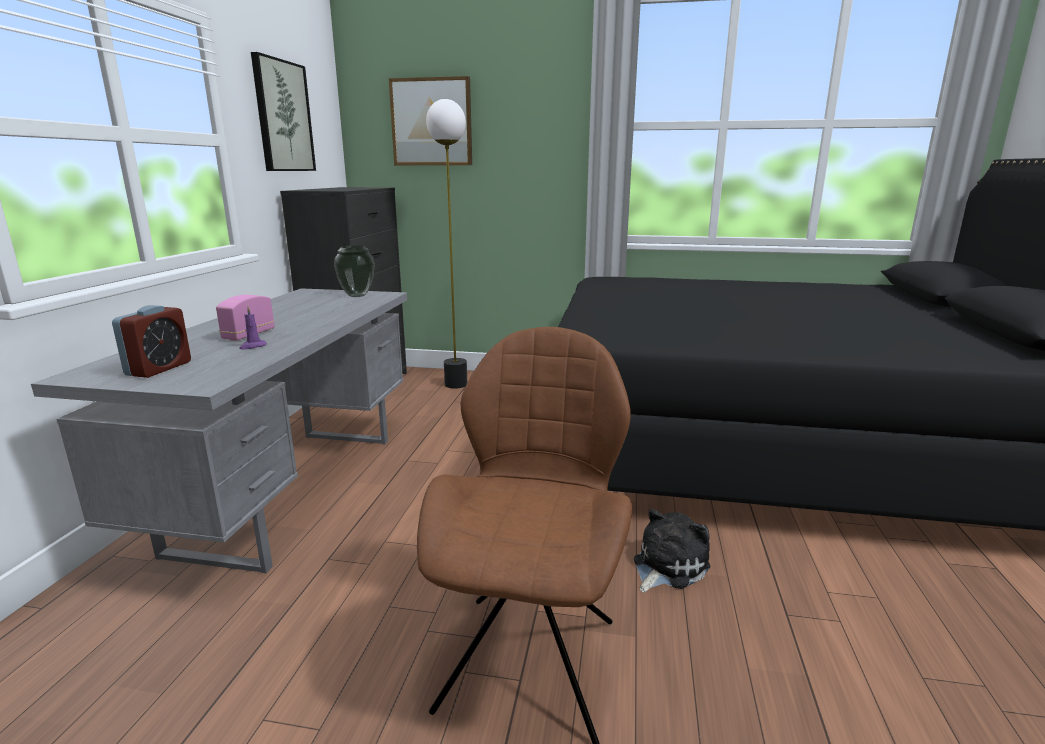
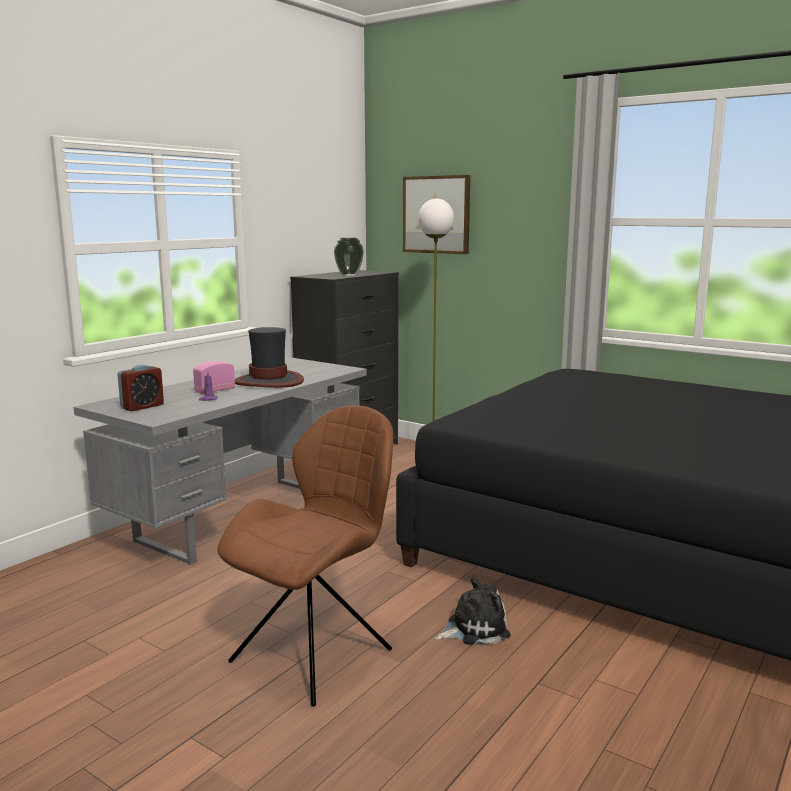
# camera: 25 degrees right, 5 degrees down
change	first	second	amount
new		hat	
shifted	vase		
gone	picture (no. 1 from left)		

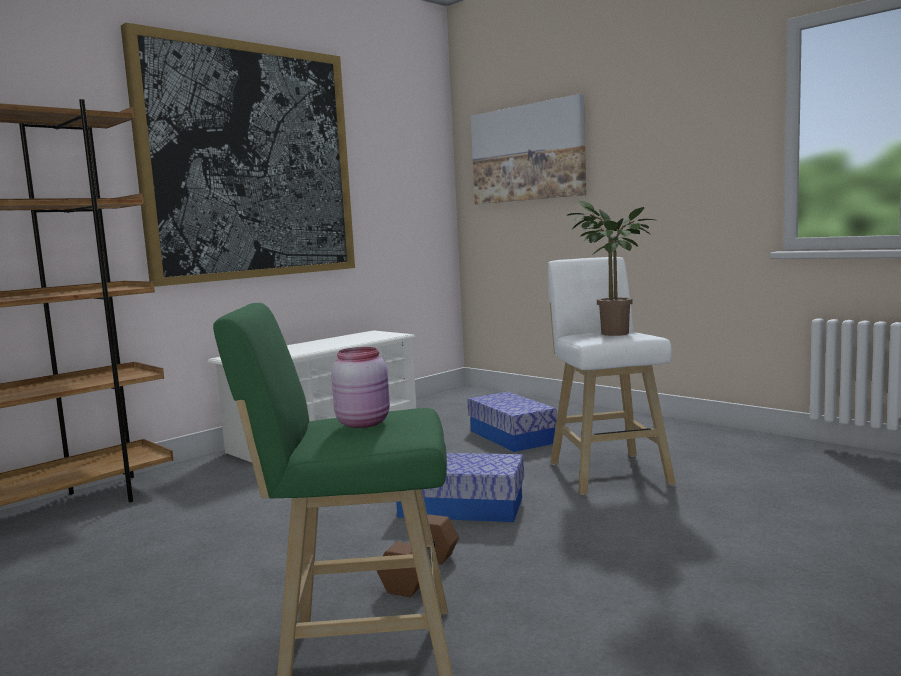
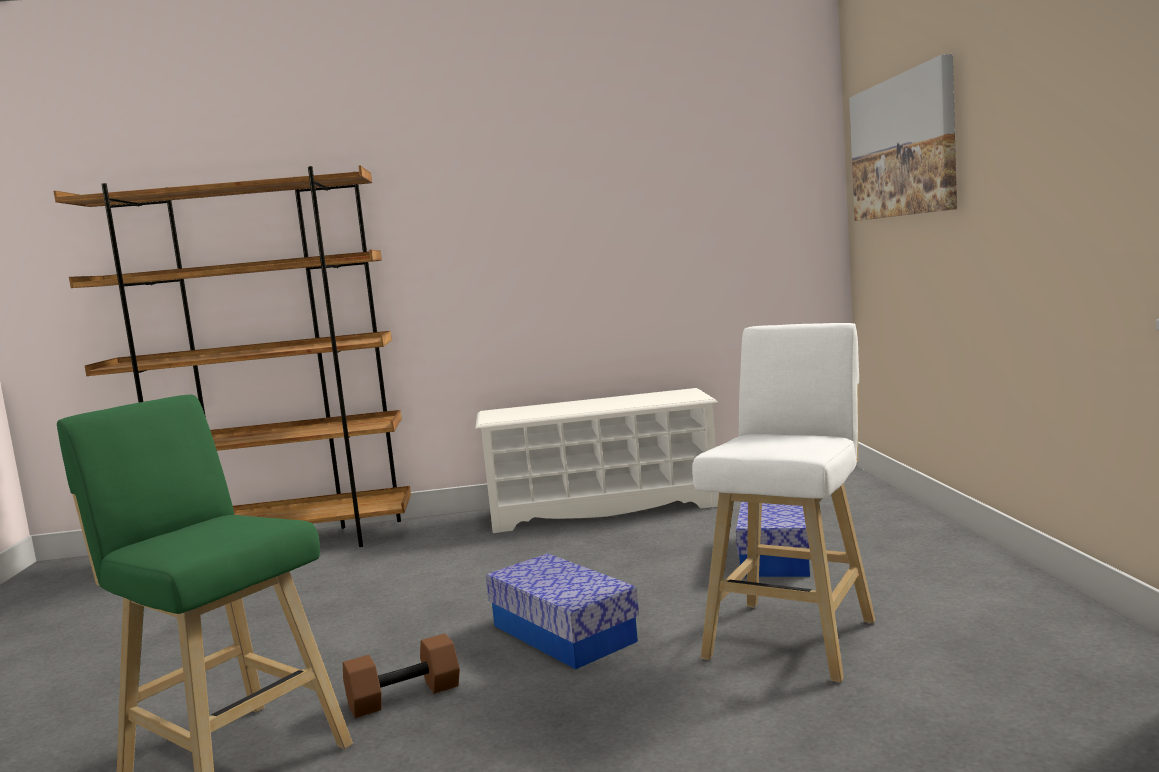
# camera: 40 degrees right, 0 degrees up
change	first	second	amount
gone	picture (no. 1 from left)		
gone	pink jar		
gone	potted plant		

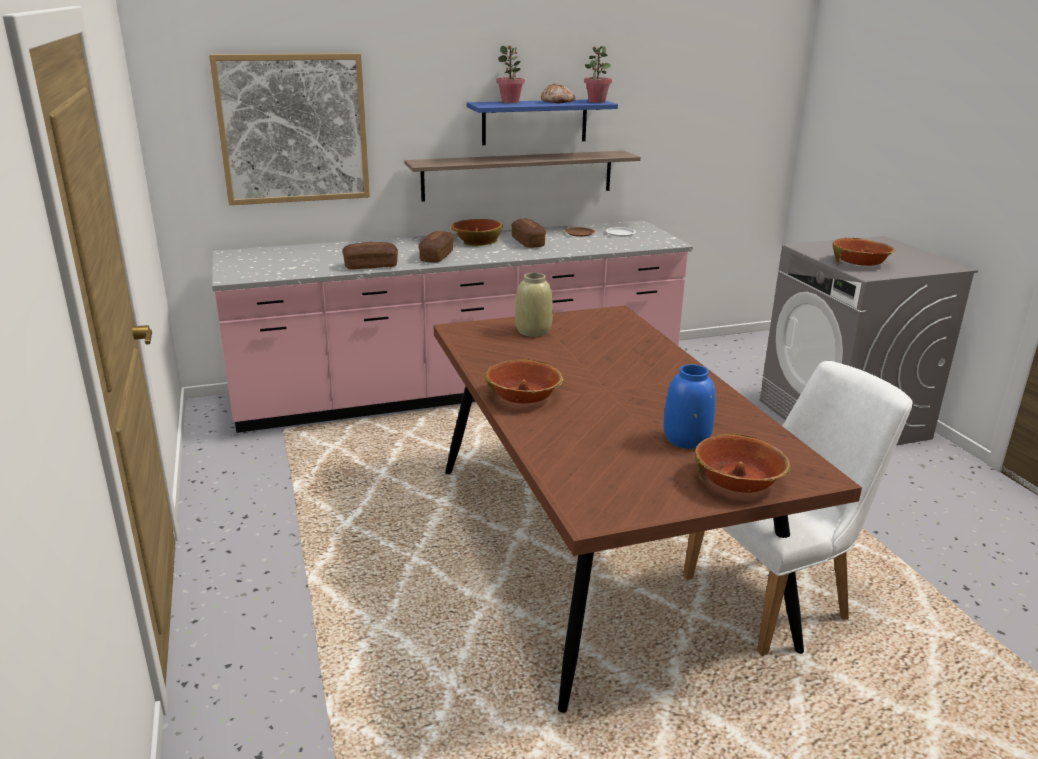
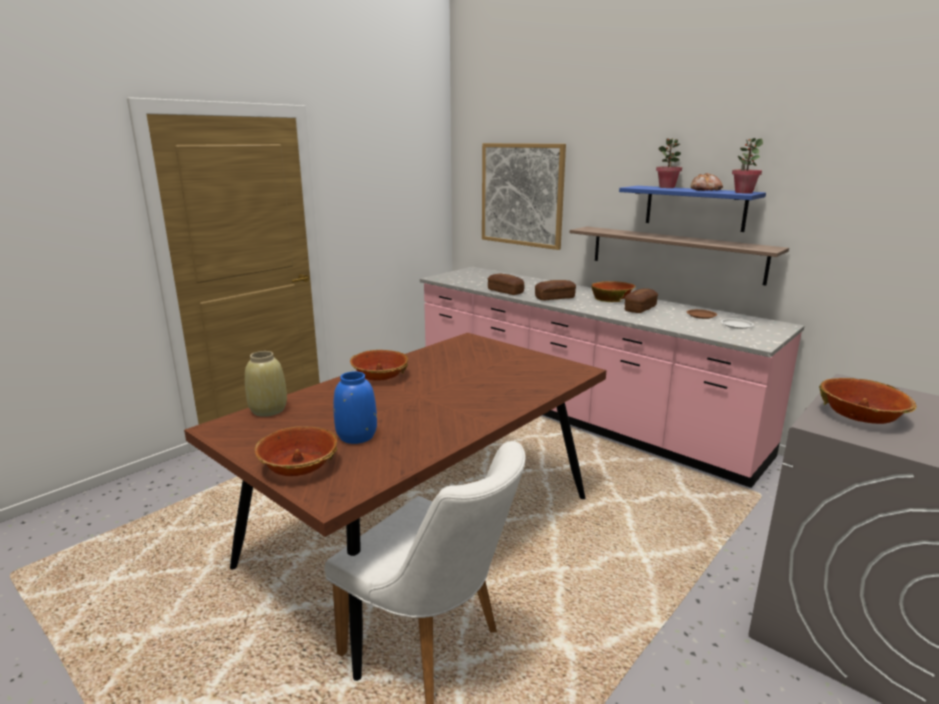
# camera: 60 degrees right, 5 degrees down
change	first	second	amount
shifted	beige vase		

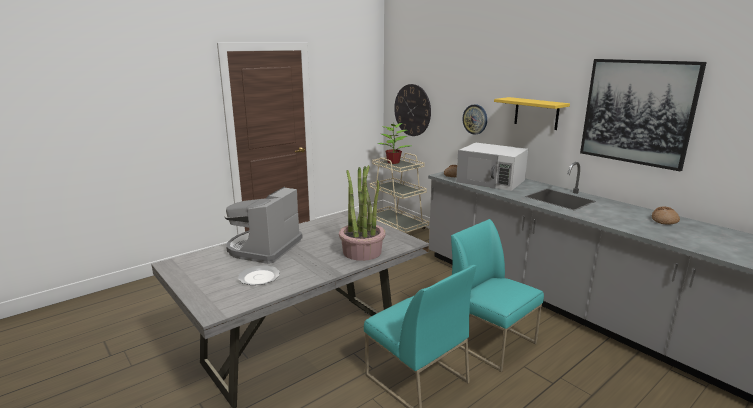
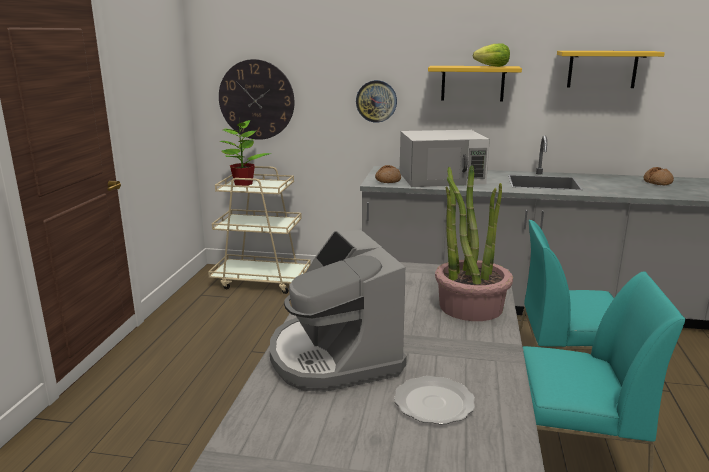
# camera: 40 degrees left, 0 degrees up
change	first	second	amount
new		lettuce	
swapped	picture	yellow shelf (no. 2 from left)	

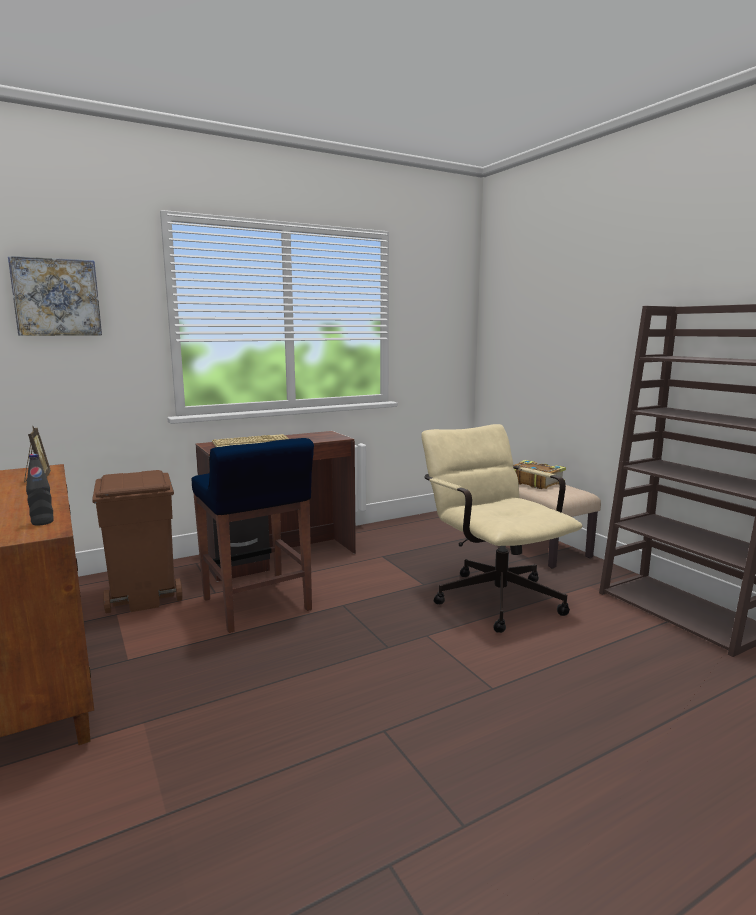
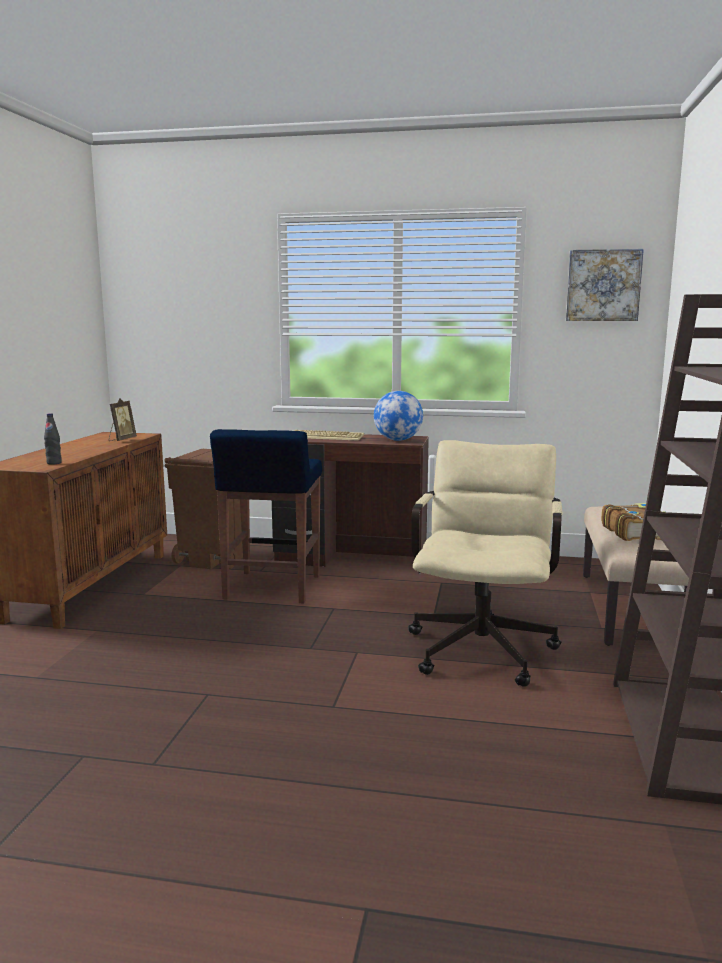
# camera: 40 degrees right, 0 degrees up
change	first	second	amount
new		globe	
shifted	picture		

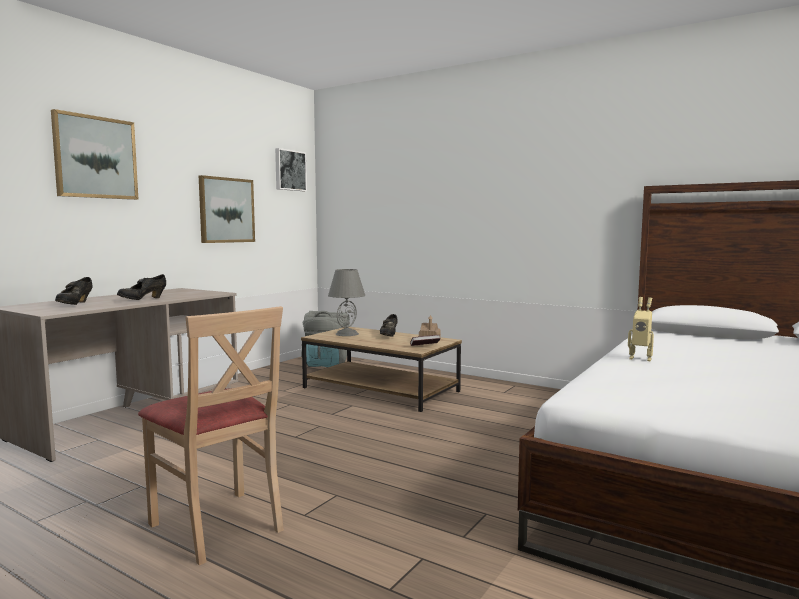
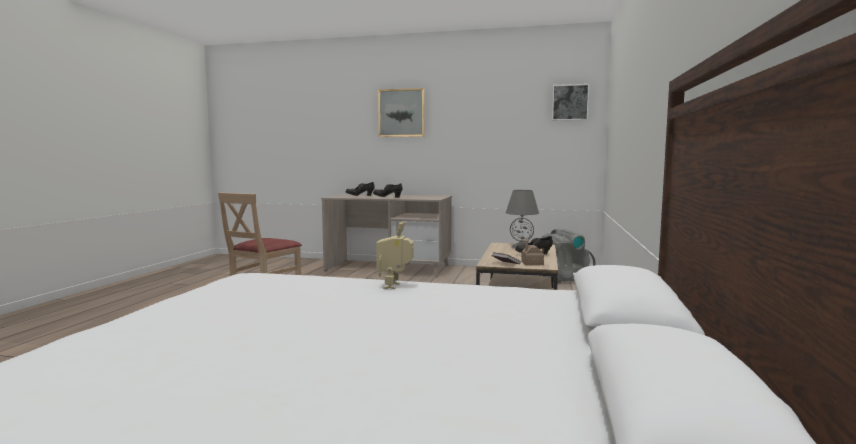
# camera: 70 degrees right, 0 degrees up
change	first	second	amount
gone	picture (no. 2 from left)		

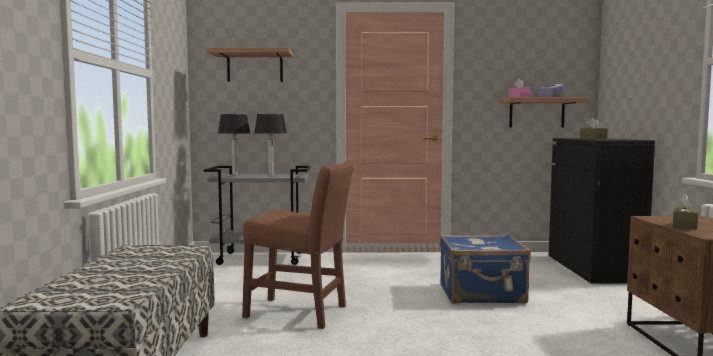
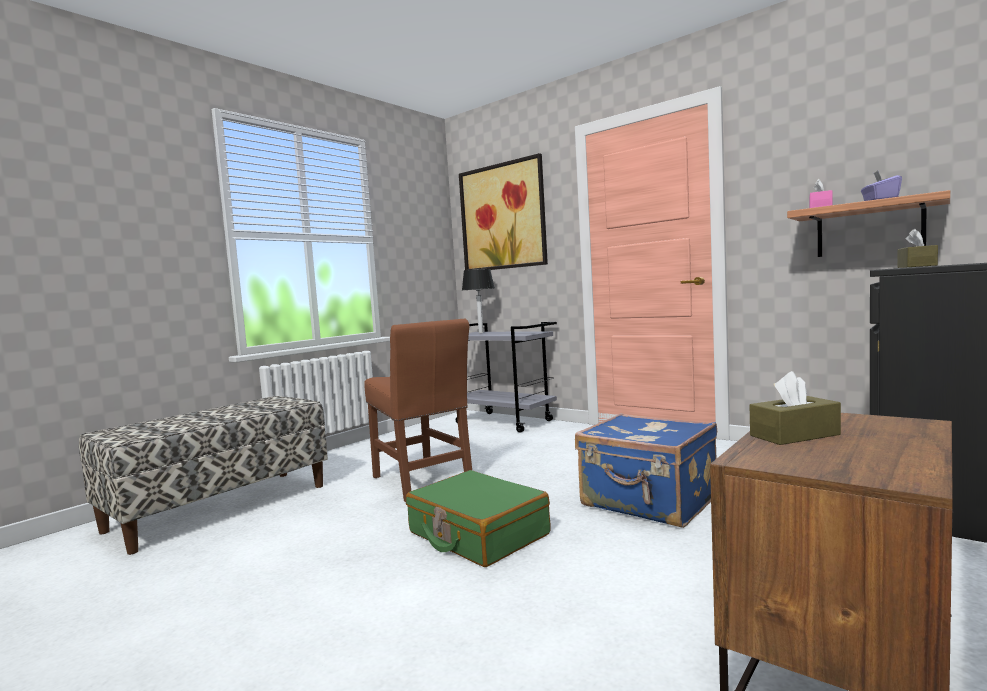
# camera: 40 degrees right, 0 degrees up
change	first	second	amount
new		green suitcase	
swapped	shelf (no. 1 from left)	picture	
gone	table lamp (no. 2 from left)		

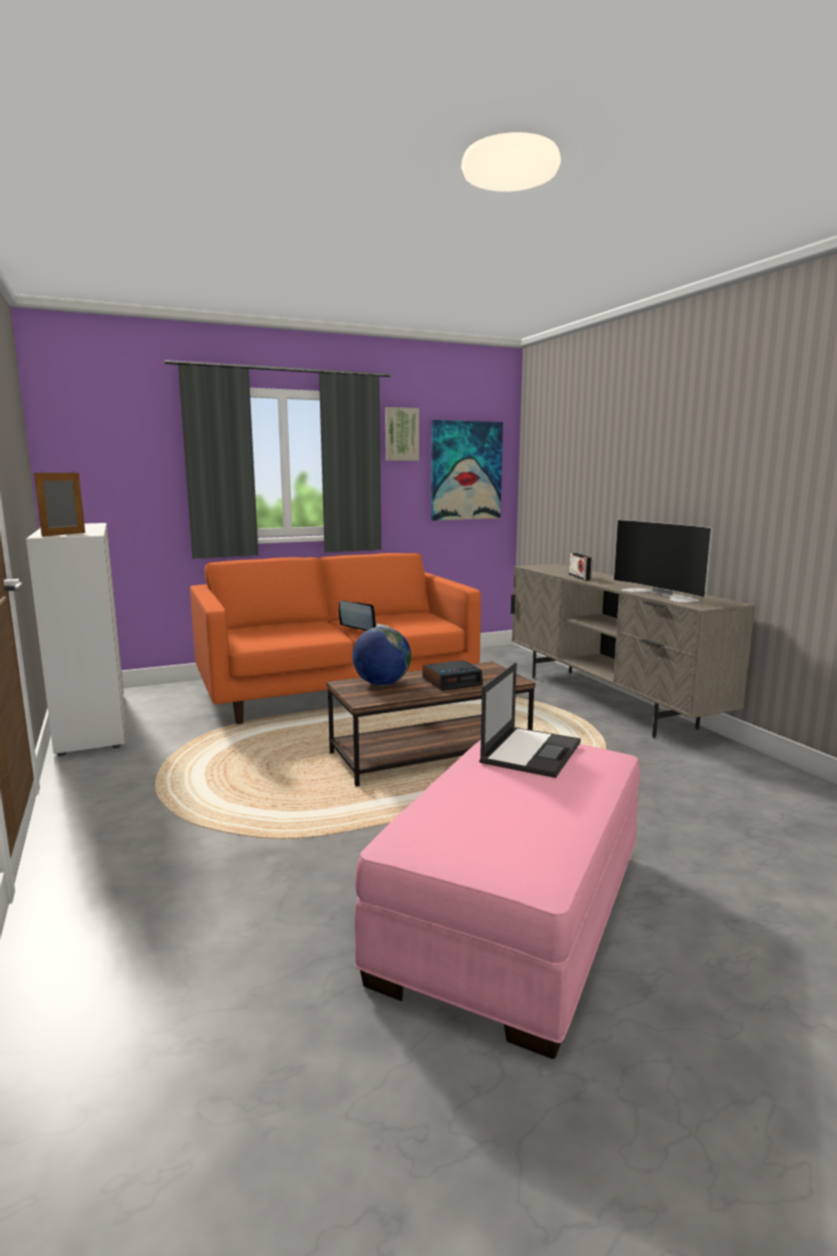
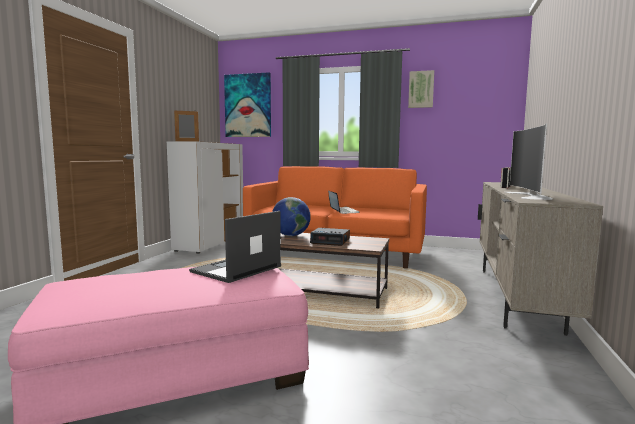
# camera: 40 degrees right, 5 degrees down
change	first	second	amount
rotated	laptop (no. 2 from left in the first image)	laptop (no. 1 from left)	150 degrees clockwise
shifted	picture (no. 2 from left in the first image)	picture (no. 1 from left)	

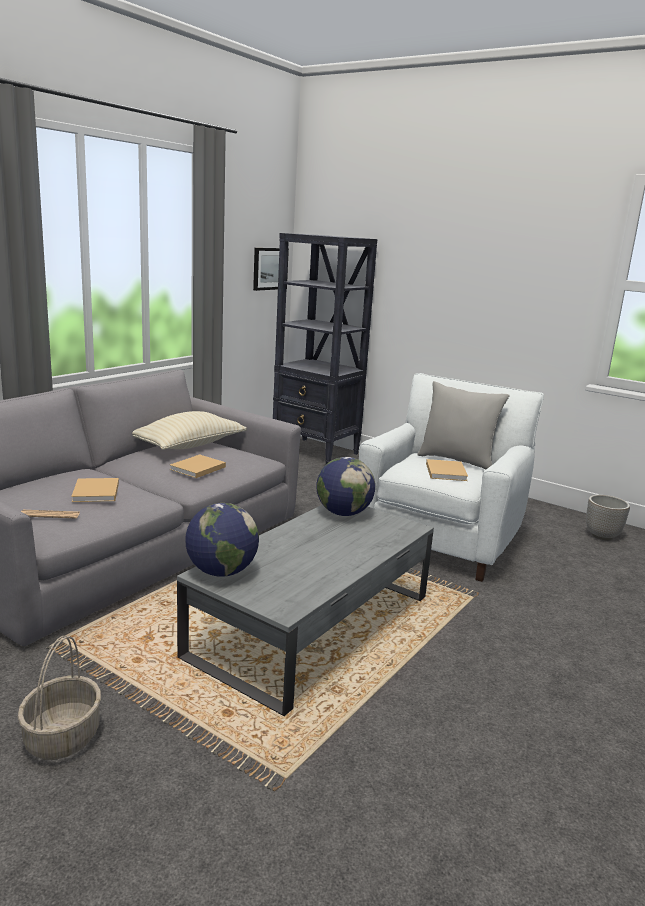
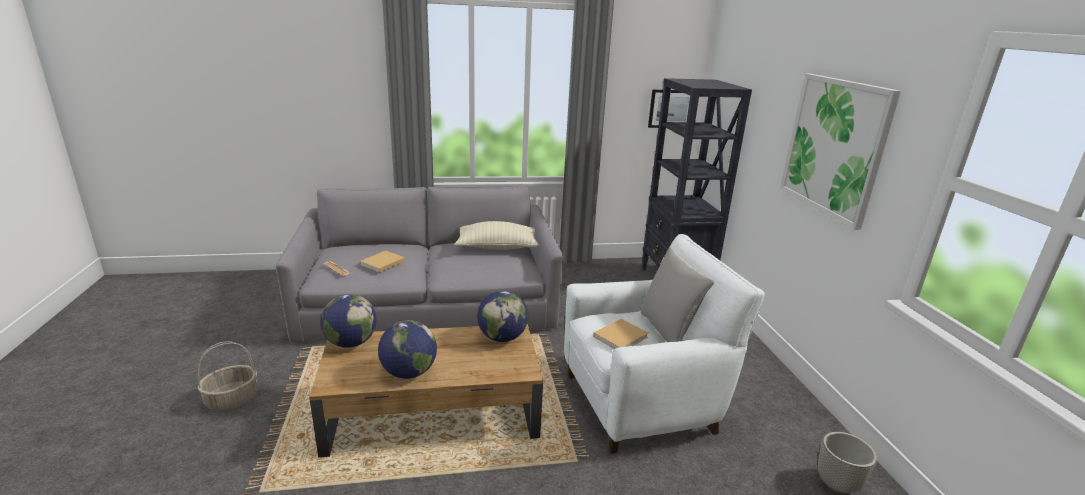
# camera: 45 degrees right, 5 degrees up
change	first	second	amount
repainted	grey coffee table	brown coffee table	
new		globe (no. 2 from left)	
new		picture (no. 2 from left)	
gone	beige book (no. 2 from left)		

